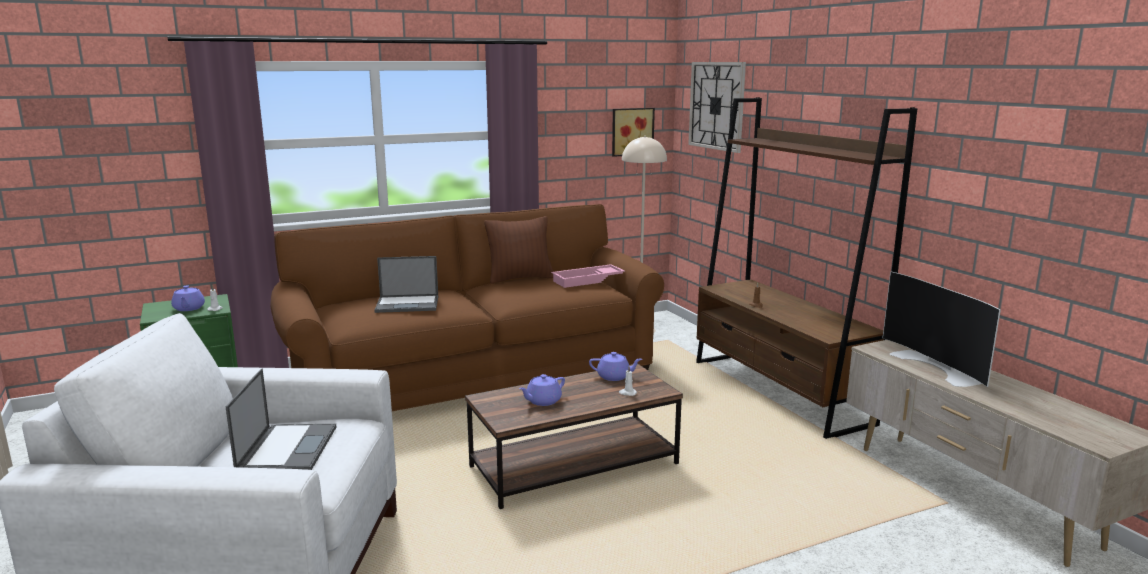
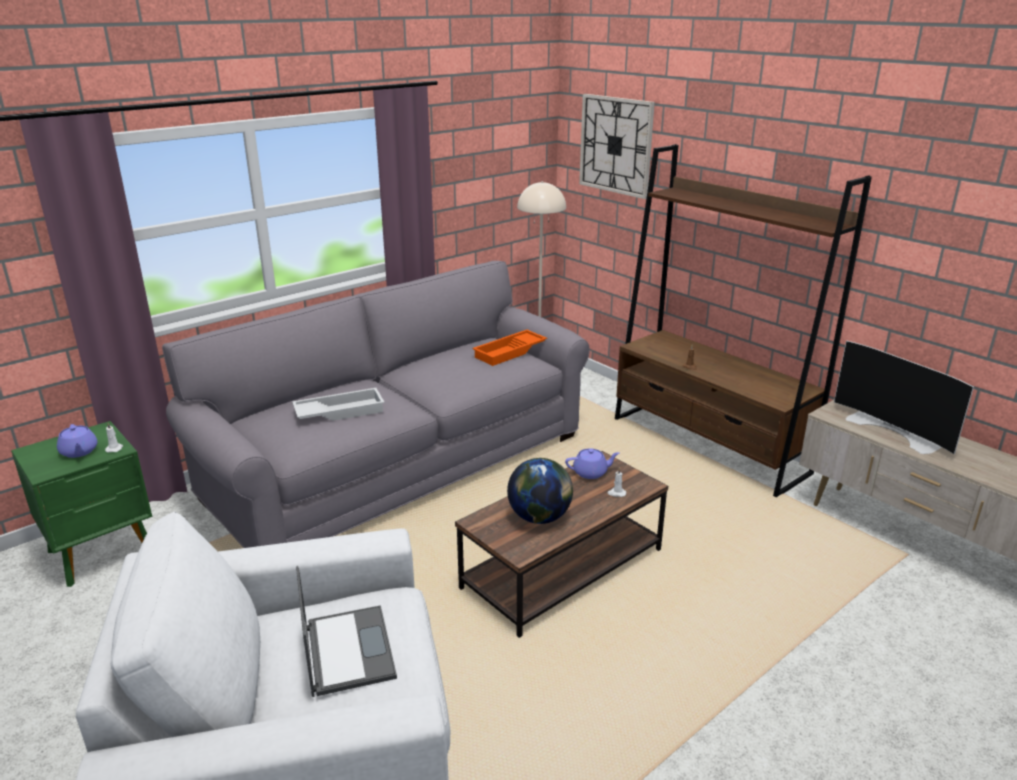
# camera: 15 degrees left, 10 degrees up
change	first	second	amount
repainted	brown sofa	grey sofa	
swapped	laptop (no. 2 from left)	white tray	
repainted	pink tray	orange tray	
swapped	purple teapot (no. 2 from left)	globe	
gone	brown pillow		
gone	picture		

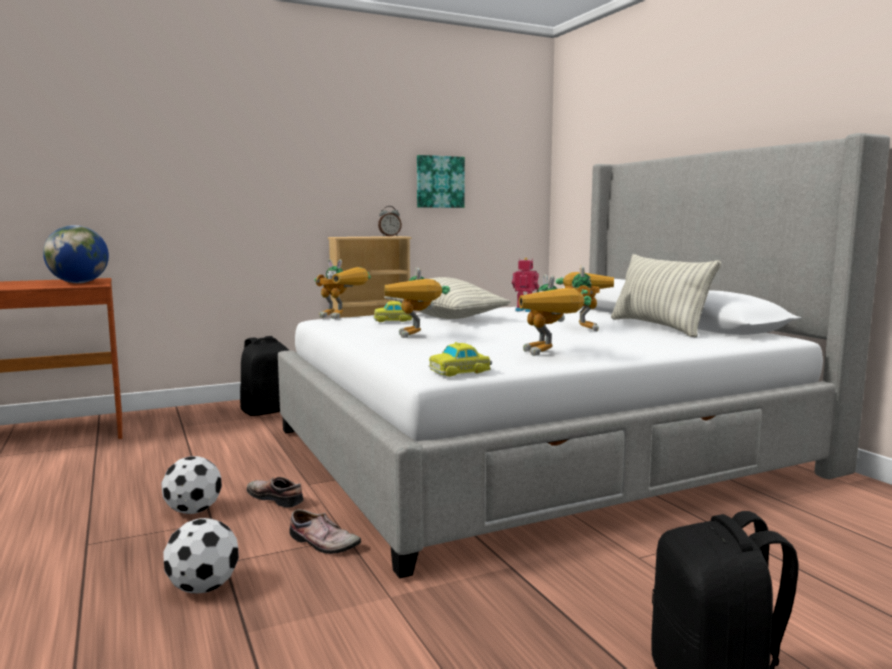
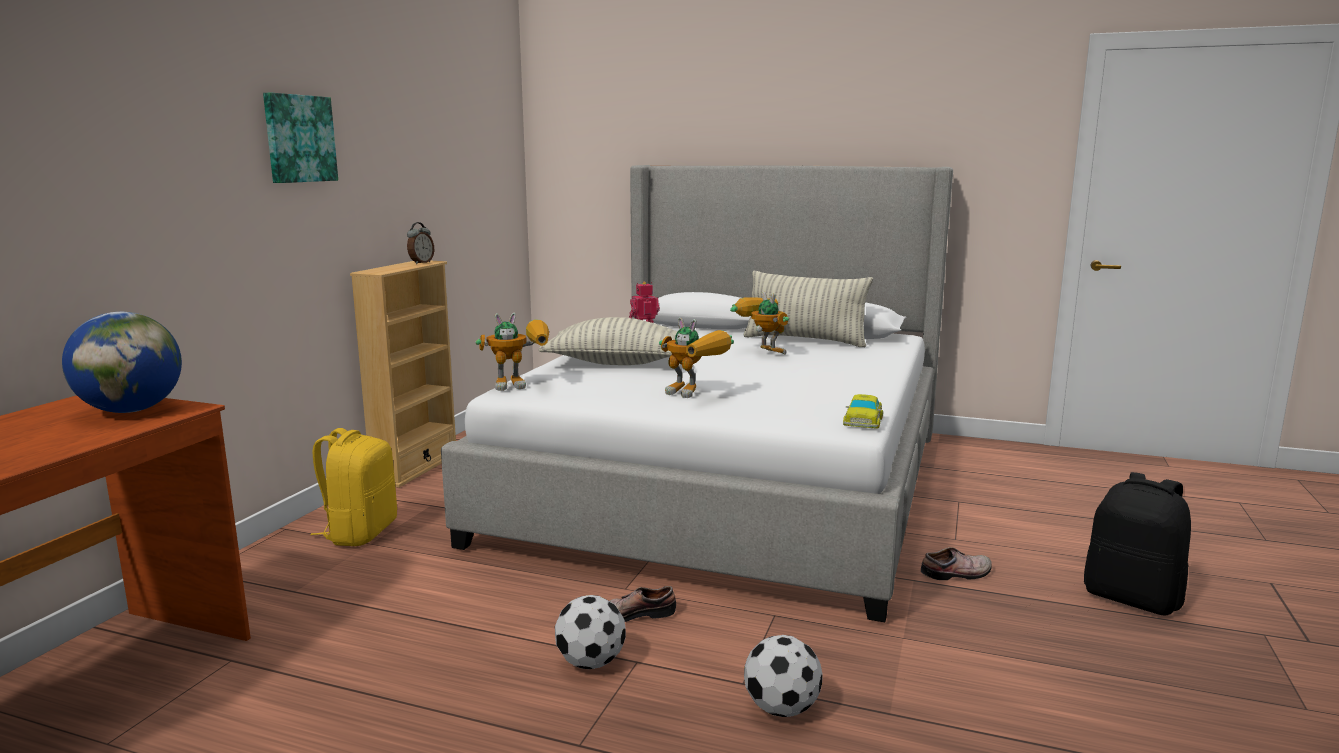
# camera: 45 degrees left, 5 degrees up
change	first	second	amount
shifted	picture		
repainted	black backpack (no. 1 from left)	yellow backpack	
shifted	shoe (no. 2 from left)		
gone	toy car (no. 1 from left)		
gone	toy robot (no. 4 from left)		

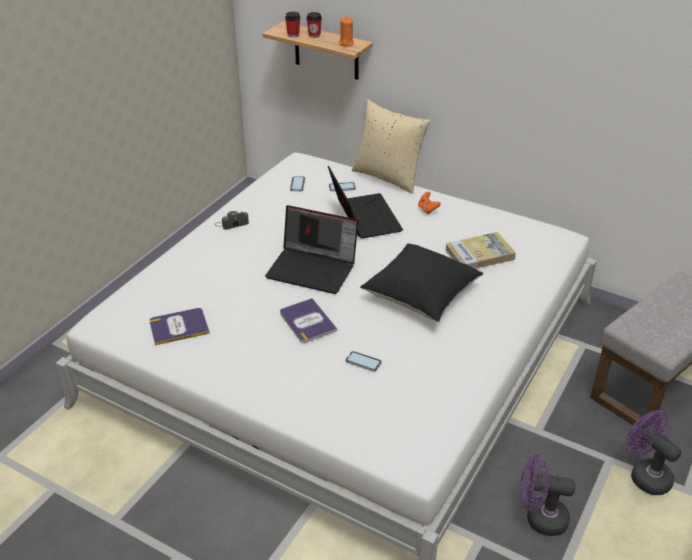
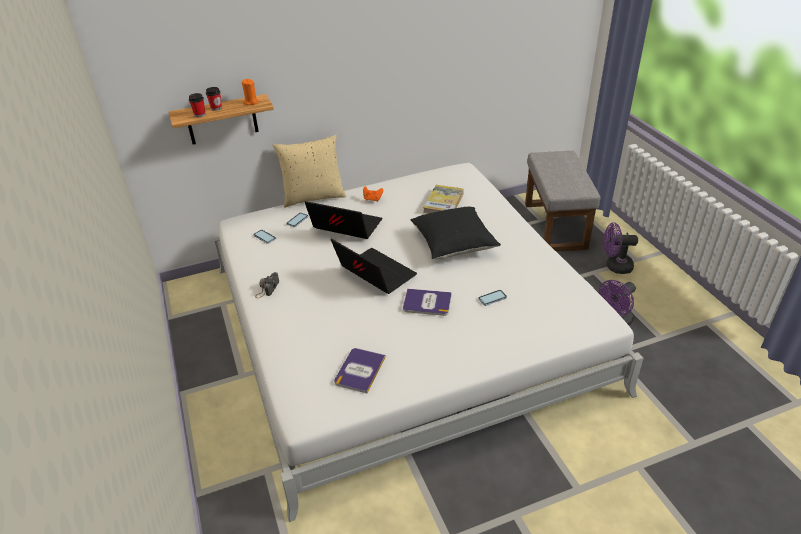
# camera: 50 degrees left, 0 degrees up
change	first	second	amount
rotated	laptop (no. 1 from left in the first image)	laptop (no. 2 from left)	105 degrees counterclockwise

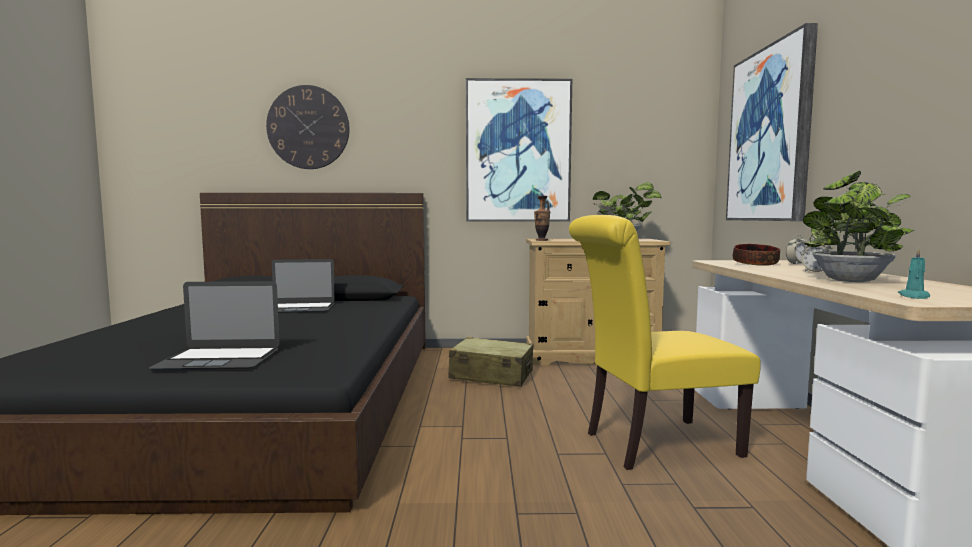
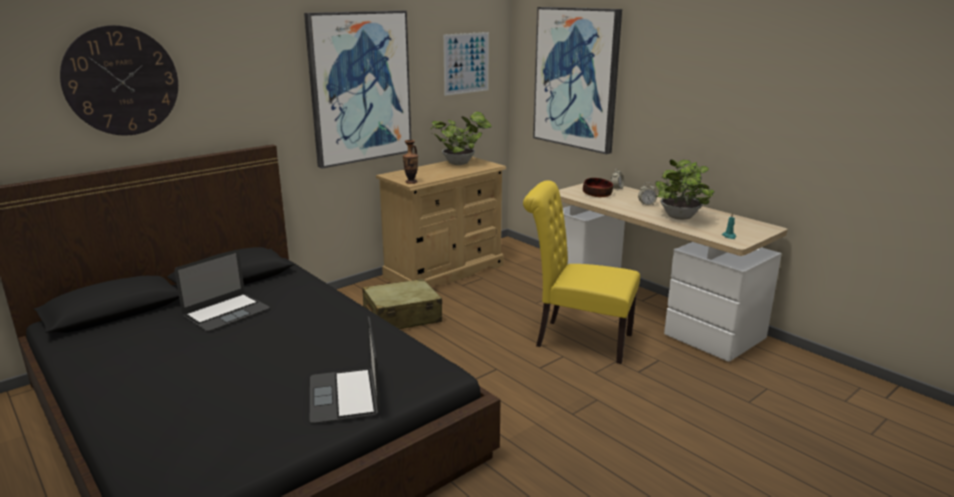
# camera: 40 degrees left, 15 degrees up
change	first	second	amount
rotated	laptop (no. 1 from left in the first image)	laptop (no. 2 from left)	120 degrees clockwise
new		picture (no. 2 from left)	
rotated	yellow chair		75 degrees clockwise

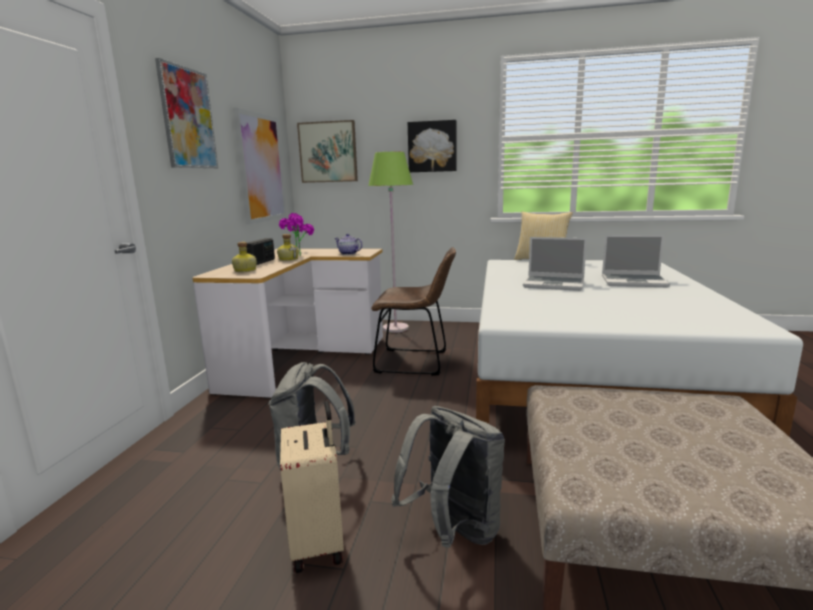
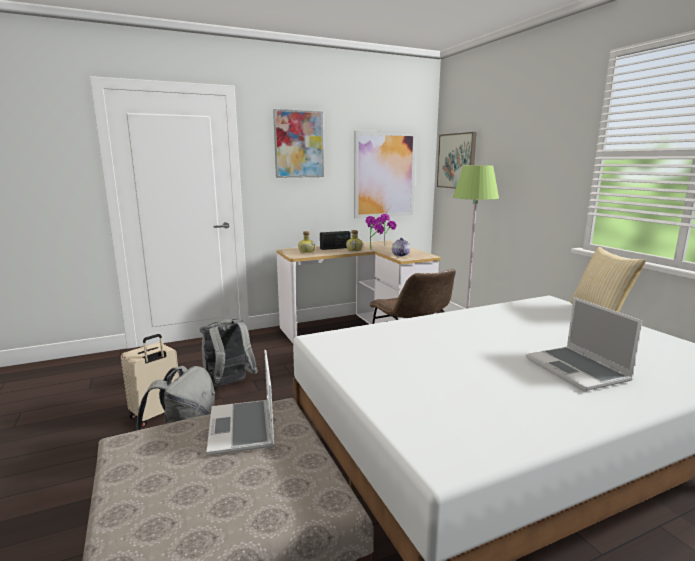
# camera: 55 degrees right, 0 degrees up
change	first	second	amount
shifted	laptop (no. 1 from left)		
gone	picture (no. 4 from left)		

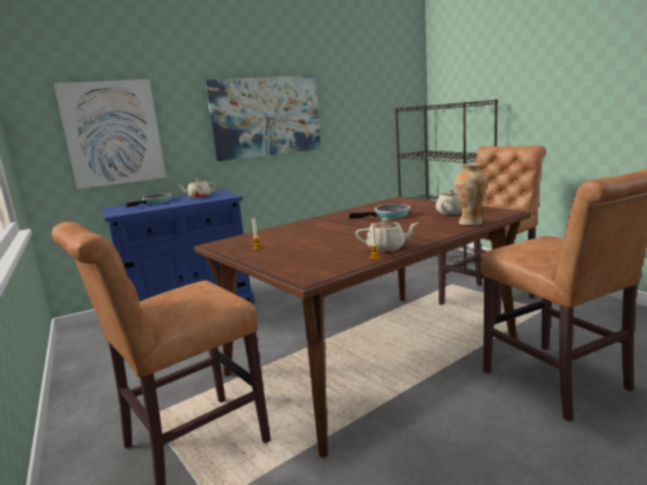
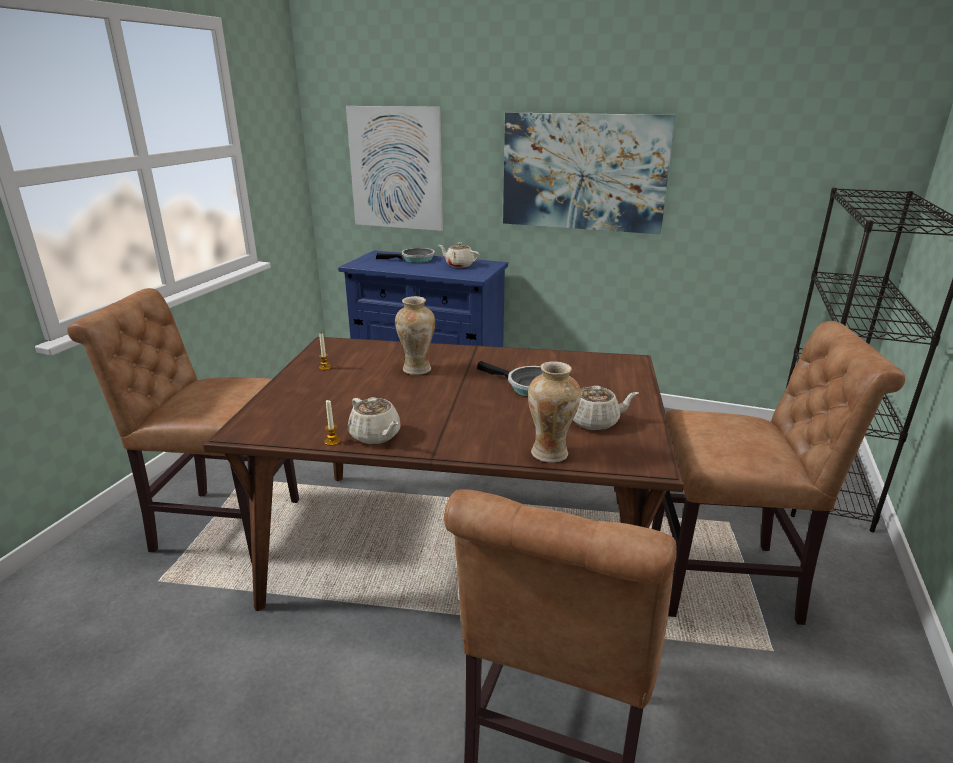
# camera: 45 degrees right, 10 degrees up
change	first	second	amount
new		vase (no. 1 from left)	

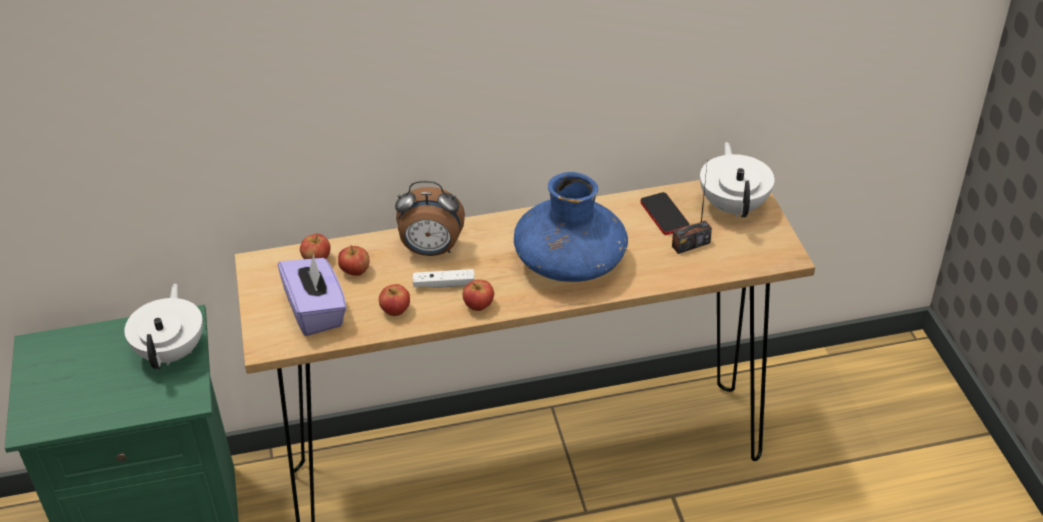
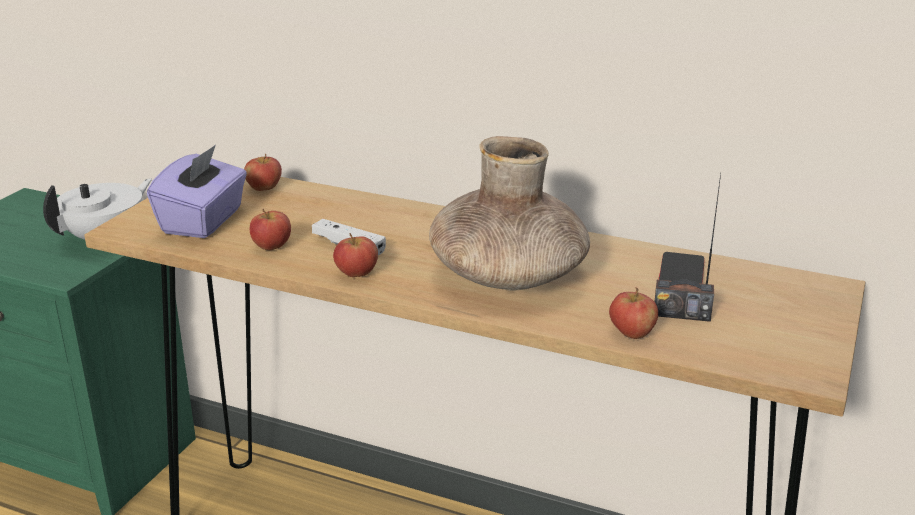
# camera: 35 degrees right, 15 degrees down
change	first	second	amount
repainted	blue vase	brown vase	
shifted	apple (no. 2 from left in the first image)	apple (no. 4 from left)	
gone	alarm clock		
gone	white teapot (no. 2 from left)		

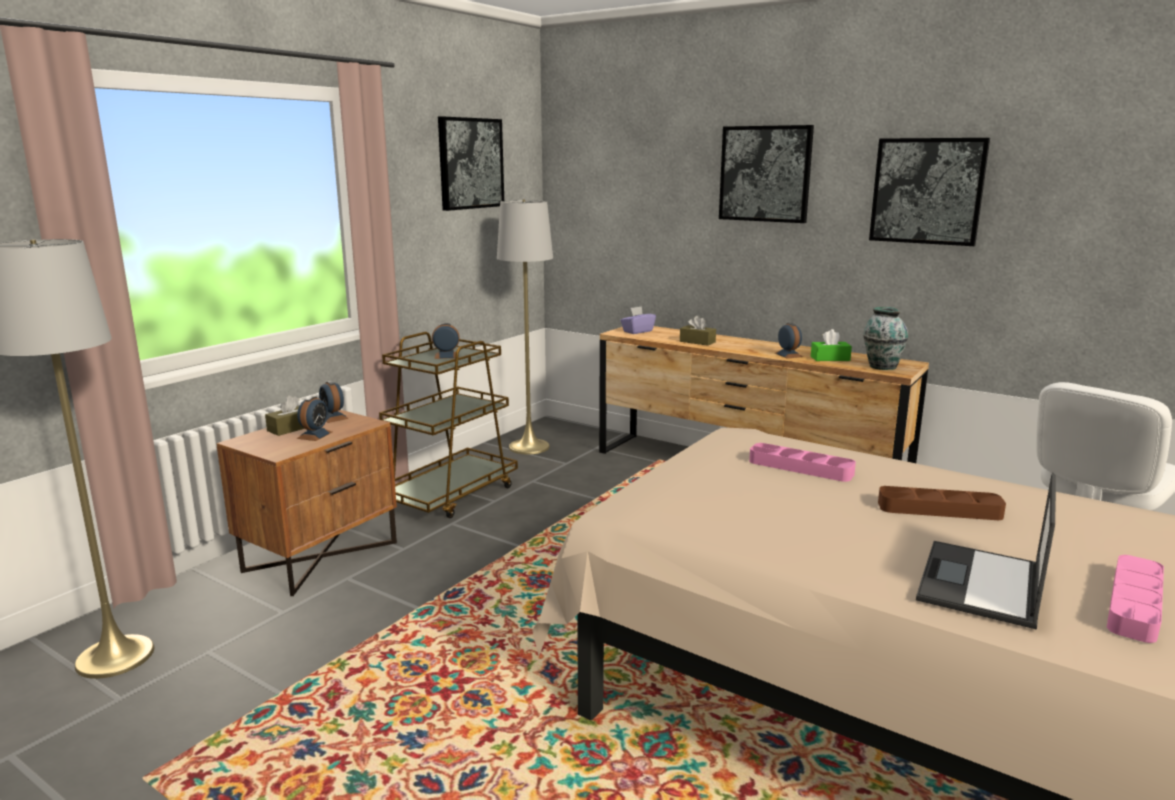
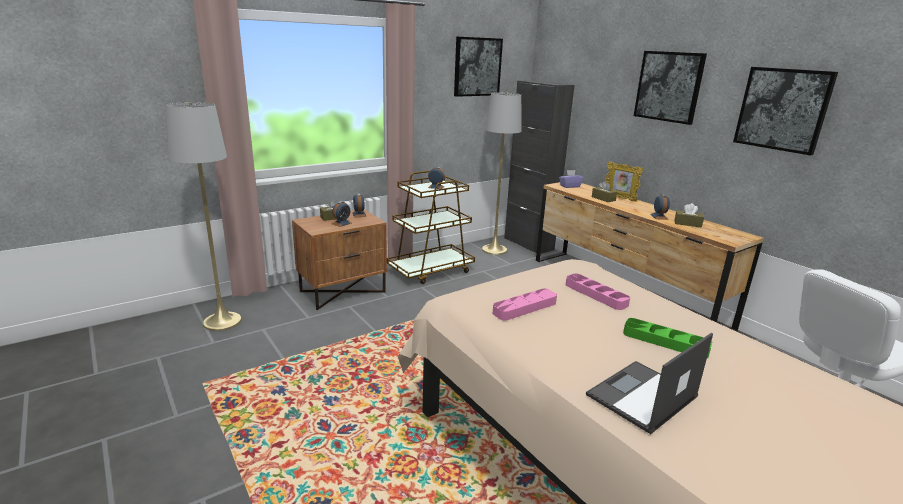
# camera: 20 degrees right, 5 degrees up
change	first	second	amount
shifted	pink tray (no. 2 from left in the first image)	pink tray (no. 1 from left)	
new		black cabinet	
new		picture frame	
repainted	brown tray	green tray	
repainted	green tissue box	brown tissue box (no. 3 from left)	
gone	vase		

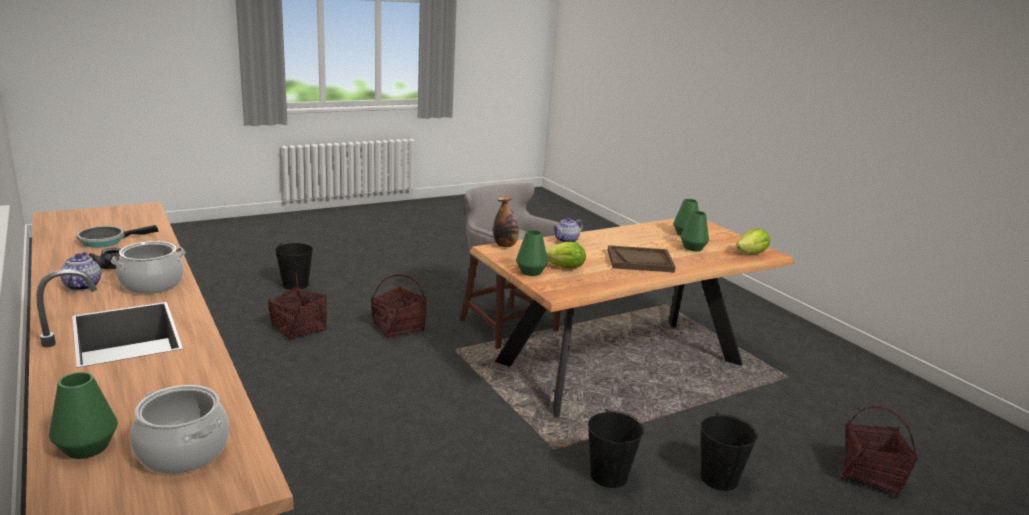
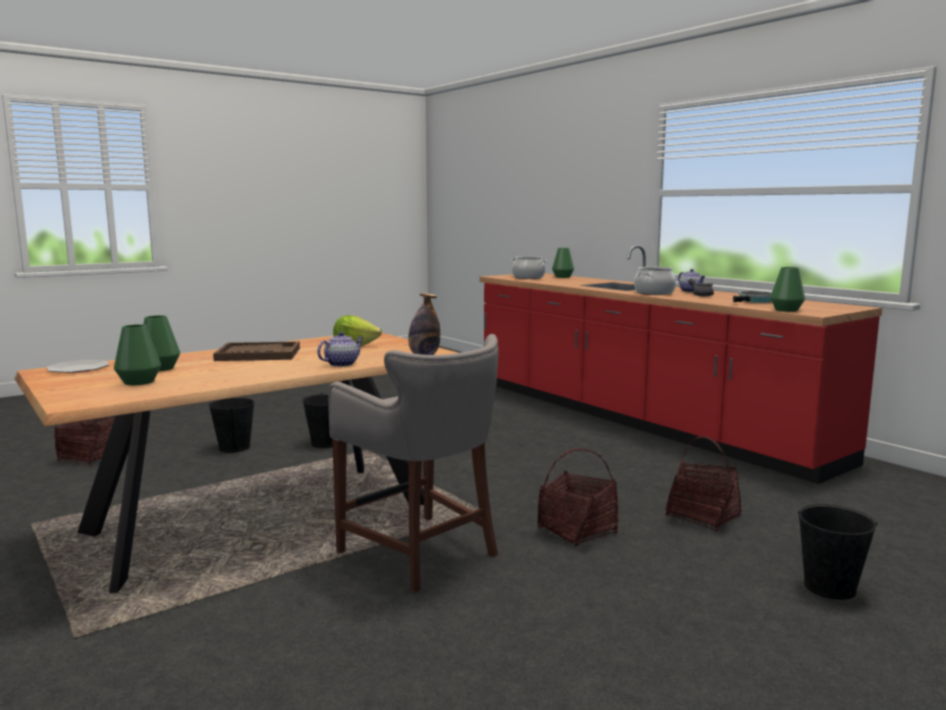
# camera: 175 degrees right, 10 degrees down
change	first	second	amount
swapped	lettuce (no. 2 from left)	plate	
shifted	green vase (no. 2 from left in the first image)	green vase (no. 4 from left)	

